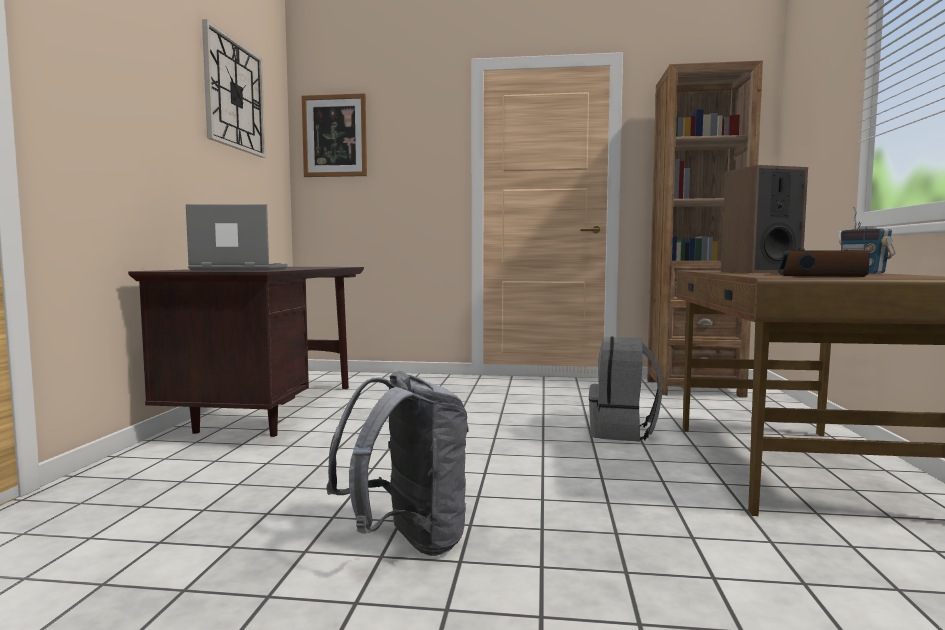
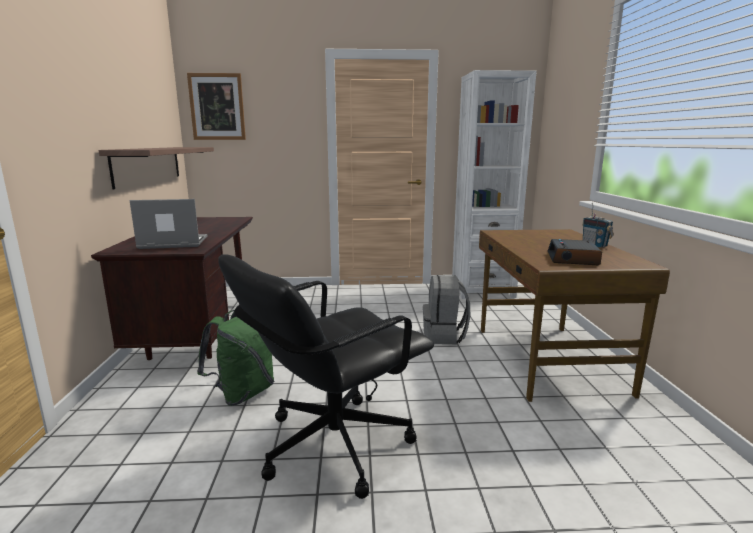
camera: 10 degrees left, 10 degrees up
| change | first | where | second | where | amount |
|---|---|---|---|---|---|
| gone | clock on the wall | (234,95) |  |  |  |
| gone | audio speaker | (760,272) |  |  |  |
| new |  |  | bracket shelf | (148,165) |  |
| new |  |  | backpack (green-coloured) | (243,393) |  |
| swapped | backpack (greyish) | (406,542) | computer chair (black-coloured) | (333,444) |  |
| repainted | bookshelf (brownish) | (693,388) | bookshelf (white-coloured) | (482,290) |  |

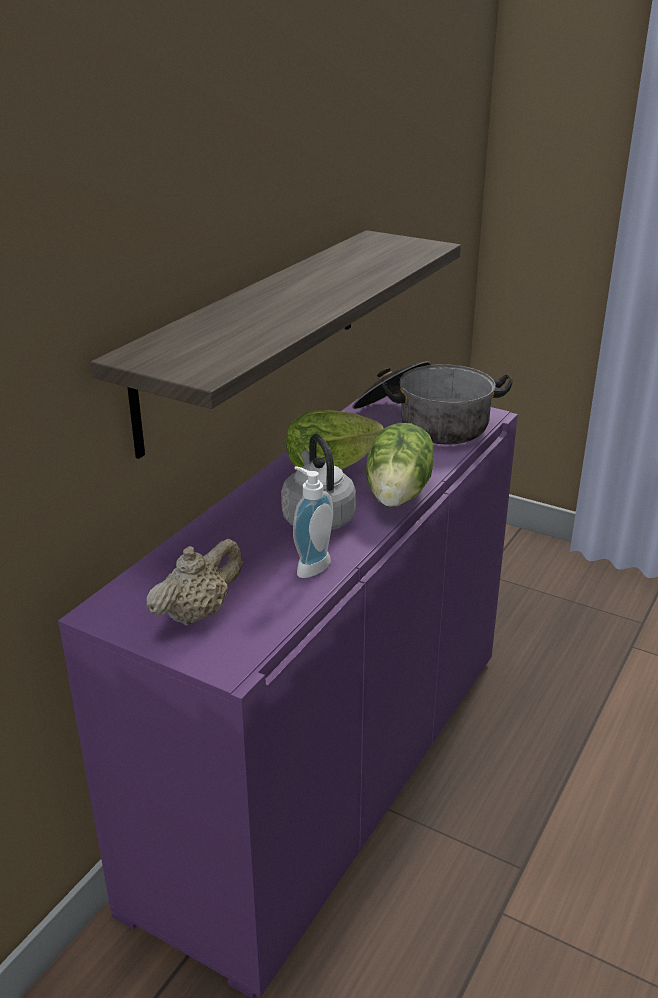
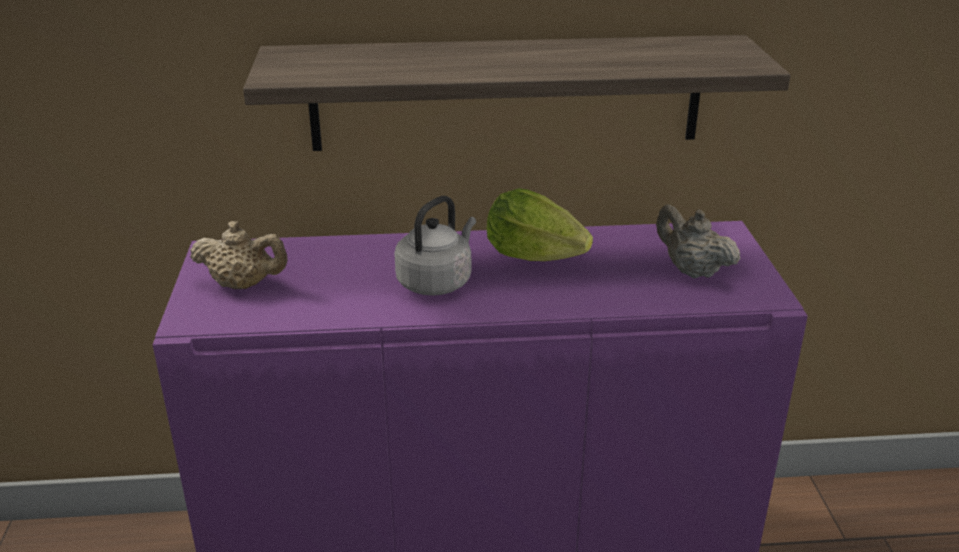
camera: 55 degrees right, 0 degrees up
| change | first | where | second | where | amount |
|---|---|---|---|---|---|
| gone | soap bottle | (309,566) |  |  |  |
| gone | lettuce | (399,494) |  |  |  |
| swapped | stockpot | (424,423) | pot for tea (sand-coloured) | (691,271) |  |

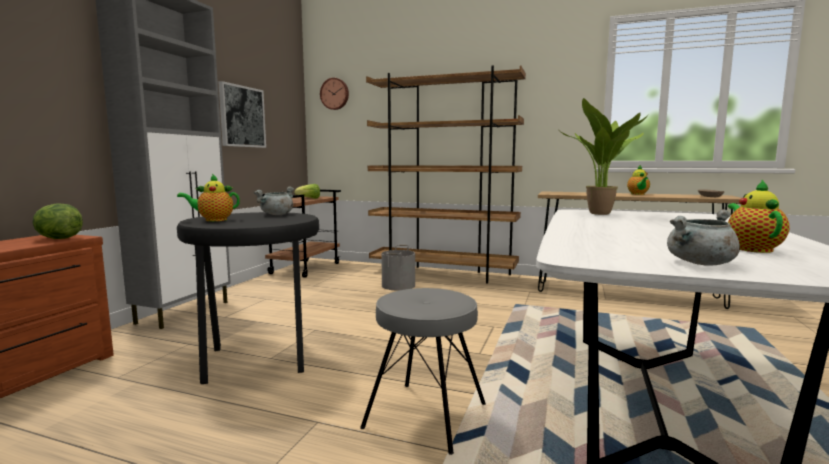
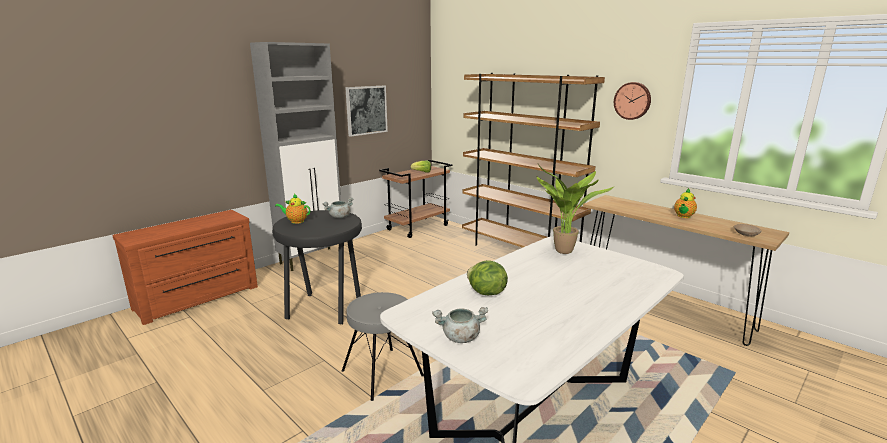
camera: 25 degrees right, 10 degrees up
| change | first | where | second | where | amount |
|---|---|---|---|---|---|
| gone | pail (greyish) | (399,285) |  |  |  |
| gone | pot for tea | (752,249) |  |  |  |
| shifted | lettuce | (58,239) |  | (486,293) |  |
| shifted | clock on the wall | (335,94) |  | (632,100) |  |

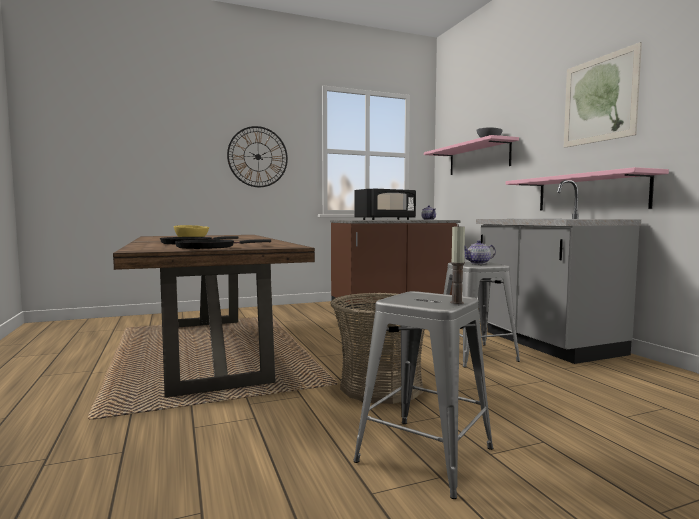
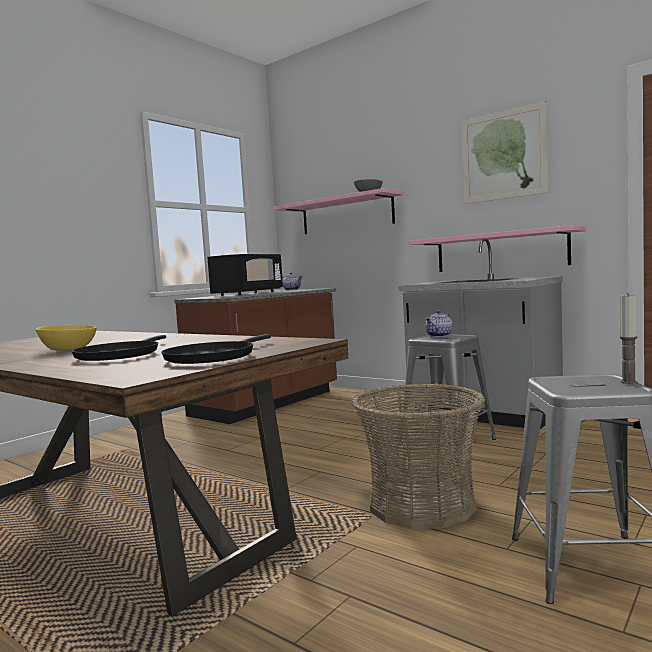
camera: 30 degrees left, 0 degrees up
| change | first | where | second | where | amount |
|---|---|---|---|---|---|
| gone | clock on the wall | (258,157) |  |  |  |

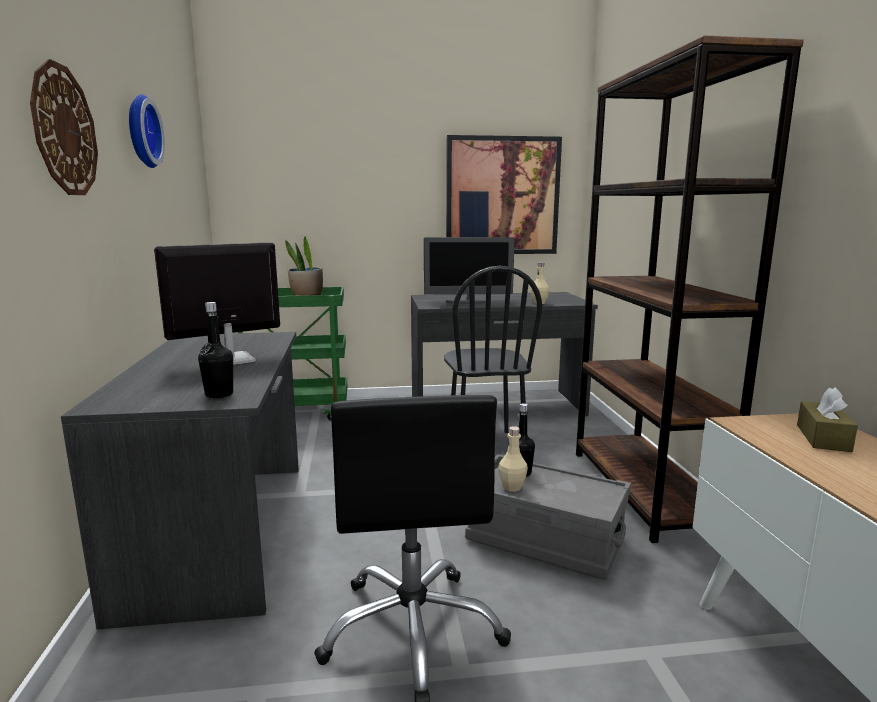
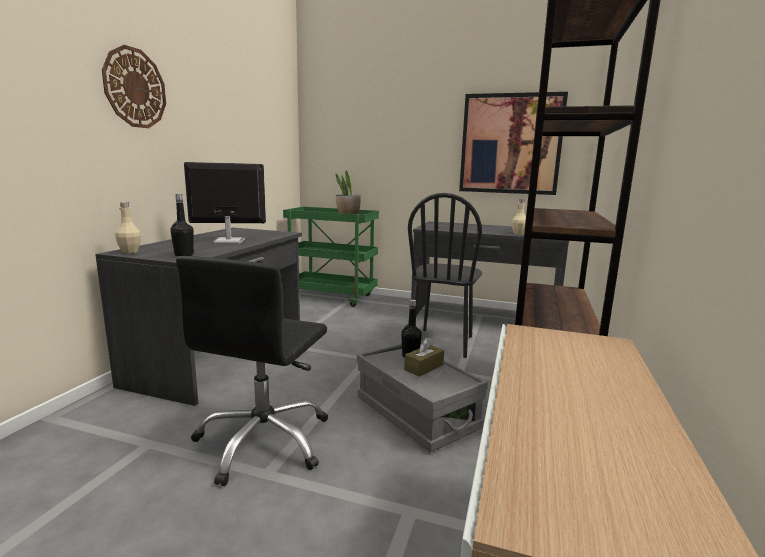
camera: 25 degrees right, 0 degrees up
| change | first | where | second | where | amount |
|---|---|---|---|---|---|
| gone | clock on the wall | (140,131) |  |  |  |
| gone | computer screen | (468,301) |  |  |  |
| shifted | bottle (sand-coloured) | (512,487) |  | (130,252) |  |
| shifted | box of tissues (brownish) | (823,438) |  | (424,367) |  |

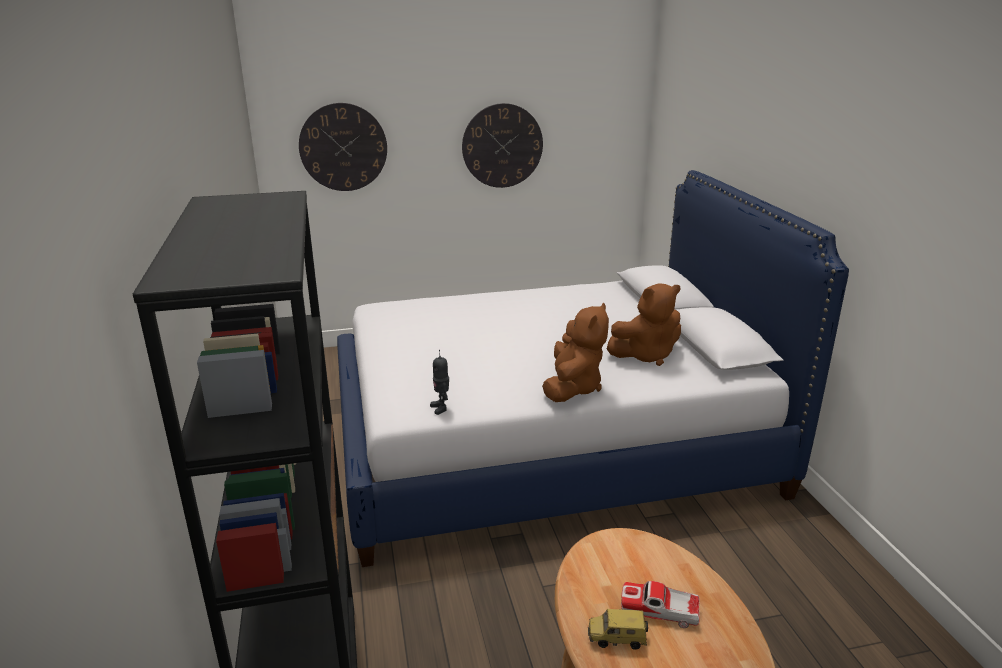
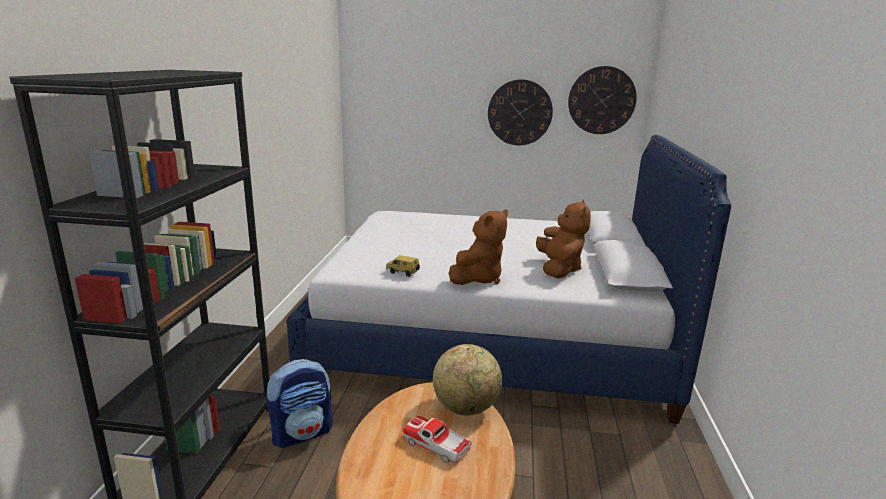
camera: 20 degrees right, 5 degrees down
| change | first | where | second | where | amount |
|---|---|---|---|---|---|
| gone | robot figure | (441,408) |  |  |  |
| new |  |  | backpack | (302,433) |  |
| new |  |  | world globe | (466,408) |  |
| shifted | clock on the wall | (343,147) |  | (601,100) |  |
| shifted | toy car | (617,640) |  | (402,273) |  |
| rotated | plush toy (brownish) | (646,355) |  | (559,269) | 90 degrees counterclockwise |

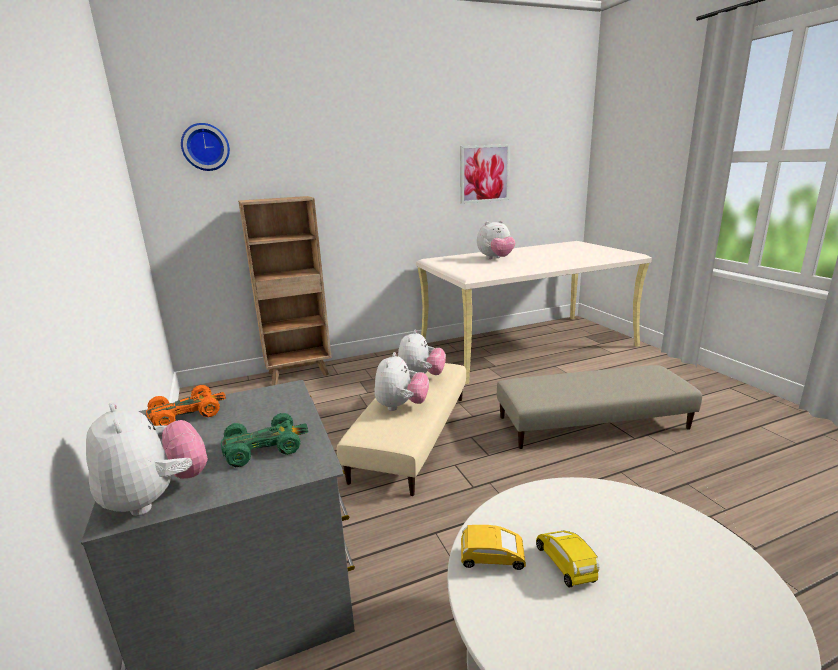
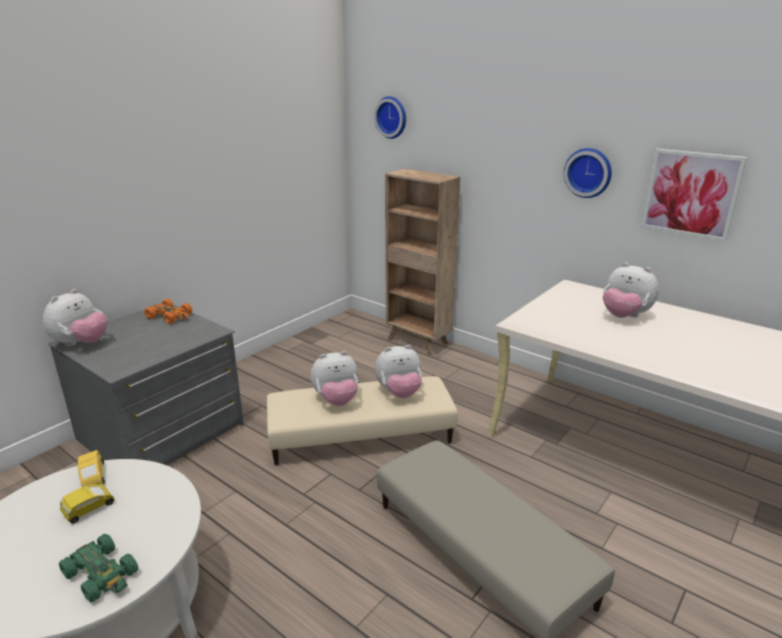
camera: 60 degrees right, 5 degrees up
| change | first | where | second | where | amount |
|---|---|---|---|---|---|
| new |  |  | clock on the wall | (588,172) |  |
| shifted | toy car (green-coloured) | (264,447) |  | (102,574) |  |

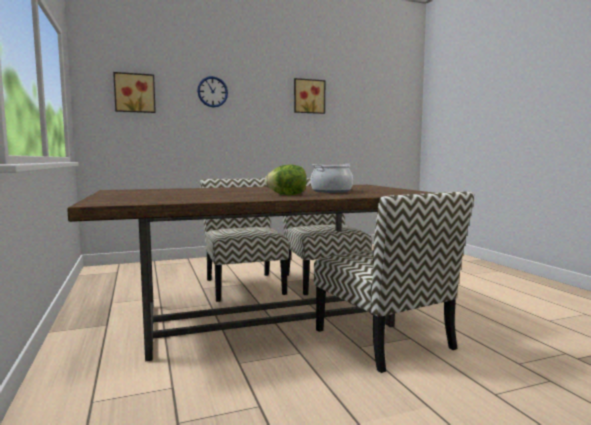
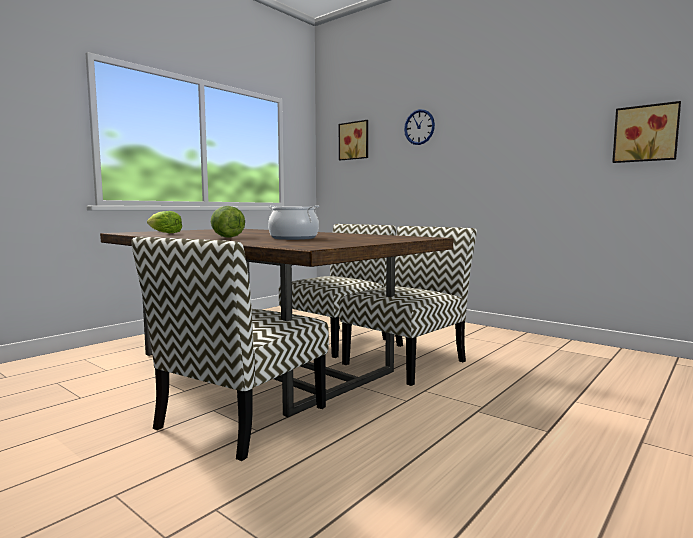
camera: 60 degrees right, 0 degrees up
| change | first | where | second | where | amount |
|---|---|---|---|---|---|
| new |  |  | lettuce | (165,233) |  |
| shifted | wall art | (308,96) |  | (645,133) |  |

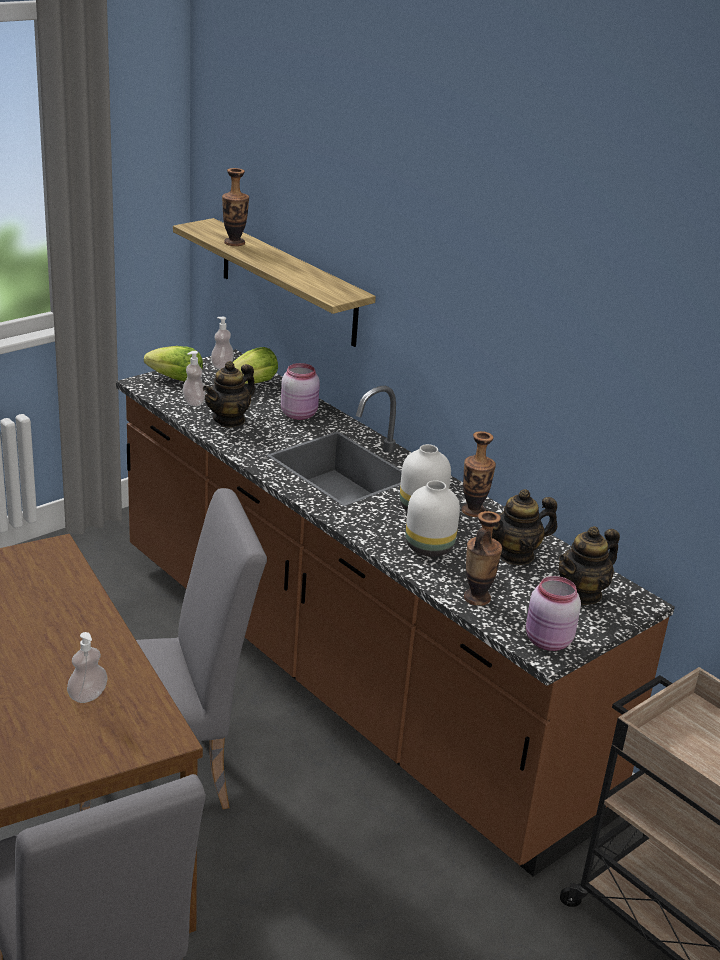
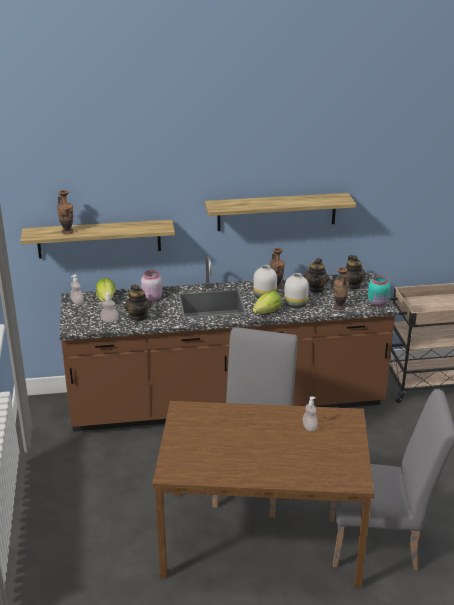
camera: 55 degrees left, 0 degrees up
| change | first | where | second | where | amount |
|---|---|---|---|---|---|
| new |  |  | bracket shelf | (276,212) |  |
| shifted | lettuce | (176,379) |  | (267,312) |  |
| repainted | jar (pink) | (548,642) | jar (blue-green) | (378,303) |  |

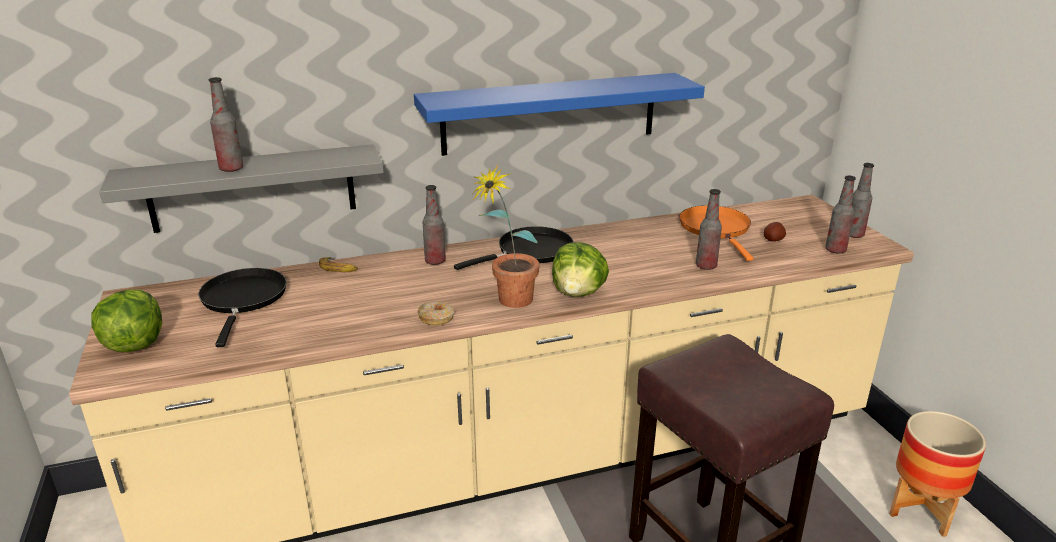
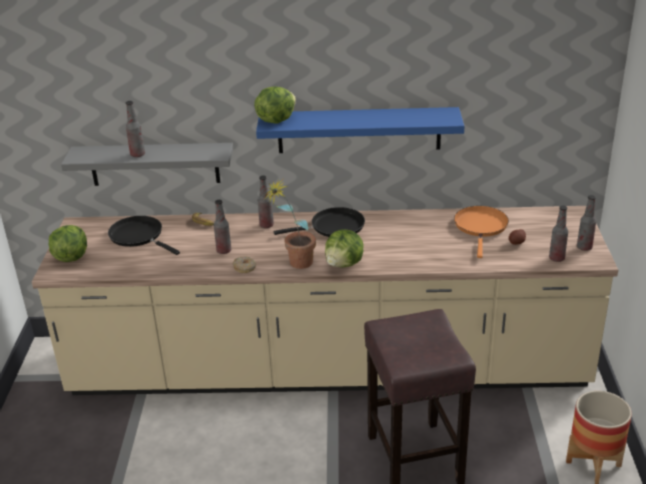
camera: 20 degrees right, 5 degrees up
| change | first | where | second | where | amount |
|---|---|---|---|---|---|
| new |  |  | lettuce | (275,120) |  |
| shifted | bottle | (706,266) |  | (224,251) |  |
| rotated | skillet (black-coloured) | (243,299) |  | (139,236) | 60 degrees counterclockwise |

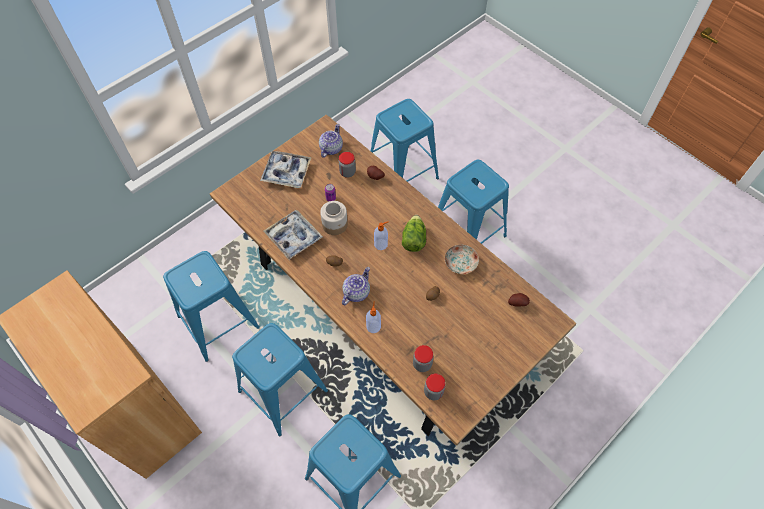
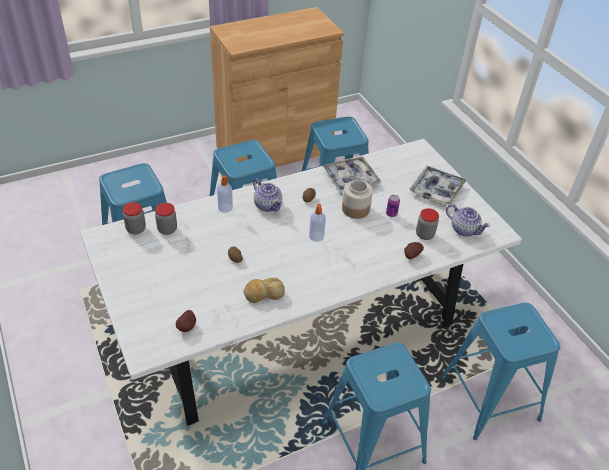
camera: 105 degrees right, 15 degrees down
| change | first | where | second | where | amount |
|---|---|---|---|---|---|
| gone | lettuce | (413,239) |  |  |  |
| swapped | dinner plate | (460,262) | baked bread | (263,294) |  |
| repainted | dinner table (brownish) | (381,308) | dinner table (white-coloured) | (298,320) |  |

